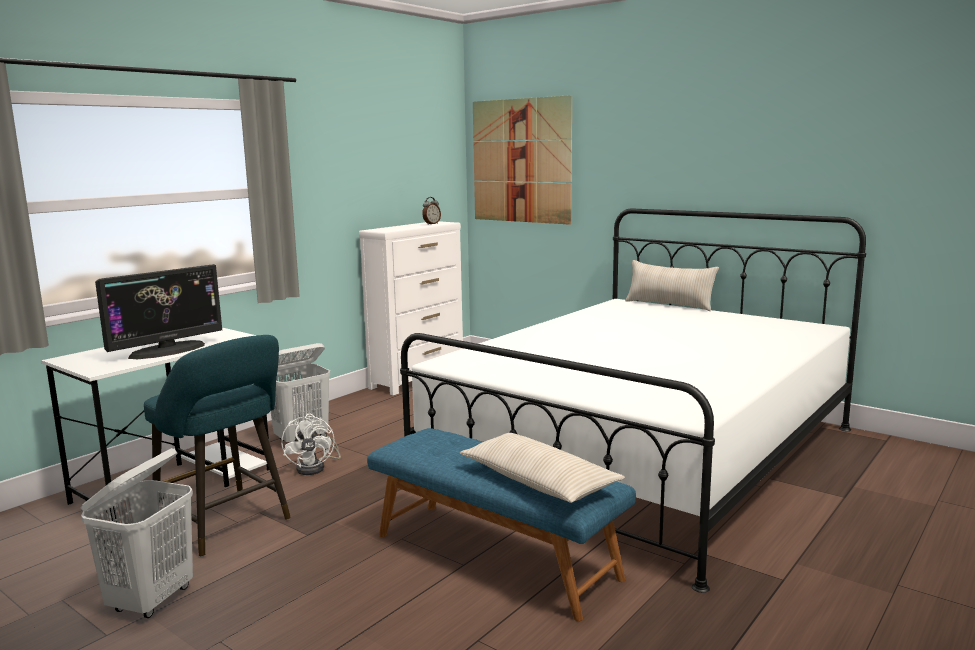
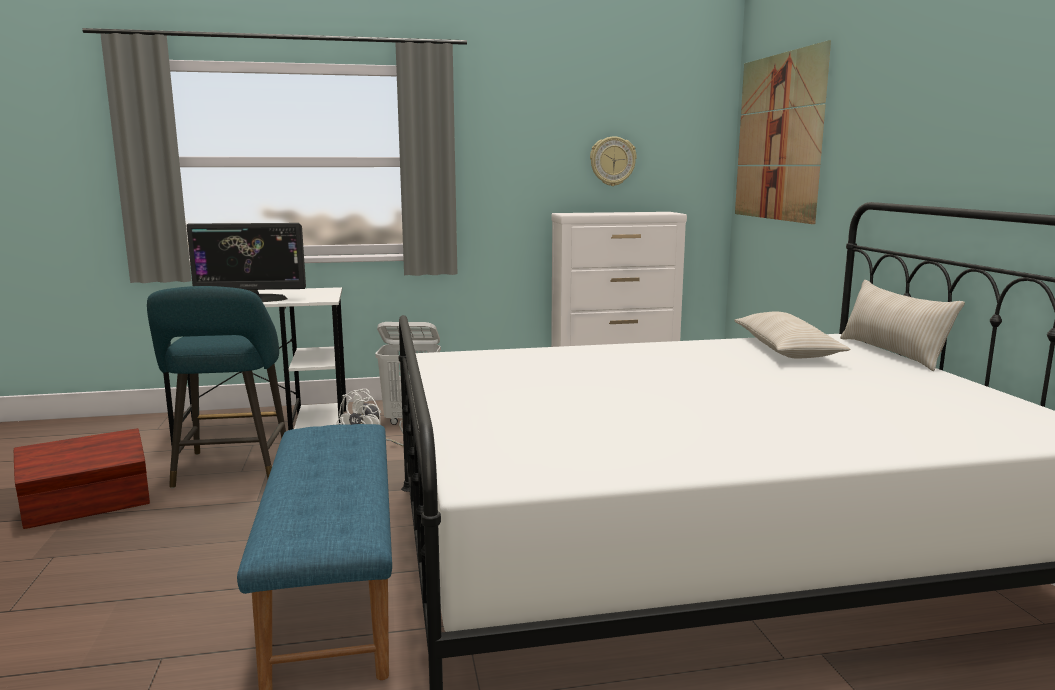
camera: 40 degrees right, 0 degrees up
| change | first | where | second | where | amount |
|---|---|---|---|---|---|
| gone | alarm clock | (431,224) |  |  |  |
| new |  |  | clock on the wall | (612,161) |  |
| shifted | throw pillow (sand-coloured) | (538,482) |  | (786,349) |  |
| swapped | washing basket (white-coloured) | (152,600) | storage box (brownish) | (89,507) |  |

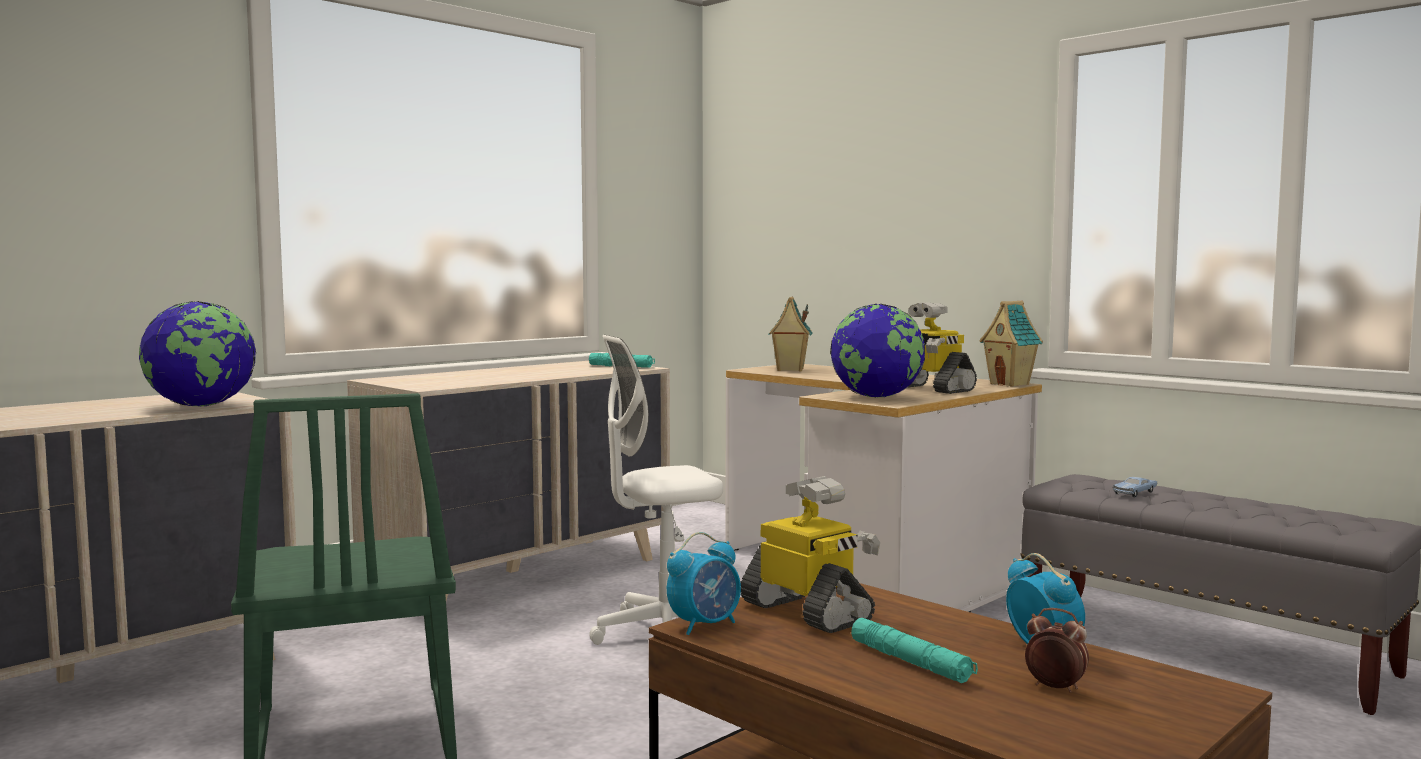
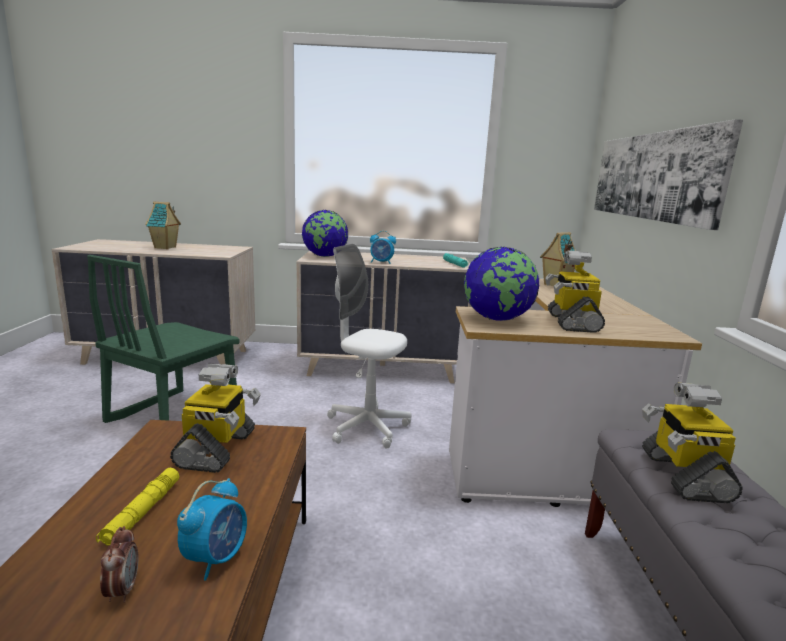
camera: 45 degrees right, 10 degrees up
| change | first | where | second | where | amount |
|---|---|---|---|---|---|
| new |  |  | wall art | (652,176) |  |
| shifted | world globe | (201,406) |  | (325,256) |  |
| shifted | alarm clock | (705,625) |  | (381,262) |  |
| shifted | toy house | (1010,384) |  | (165,248) |  |
| swapped | toy car (bluish) | (1134,493) | robot figure | (682,475) |  |
| repainted | flashlight (blue-green) | (911,662) | flashlight (yellowish) | (142,512) |  |

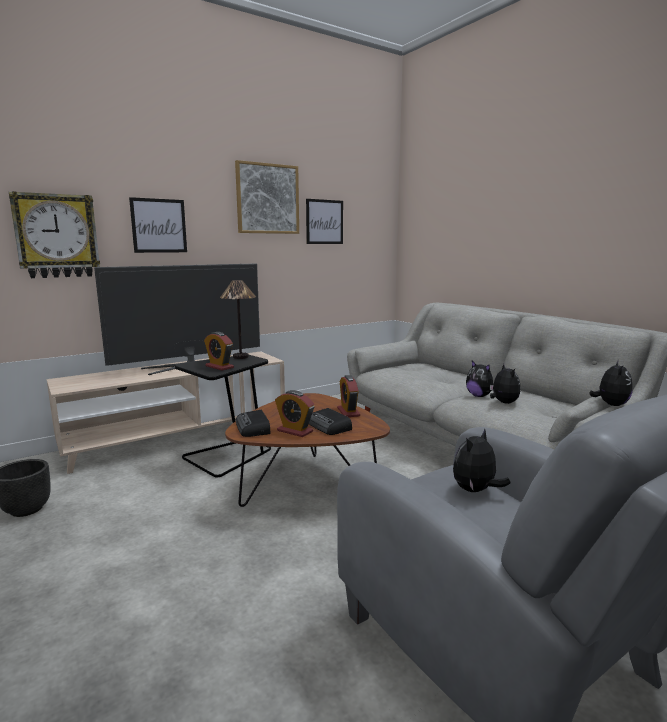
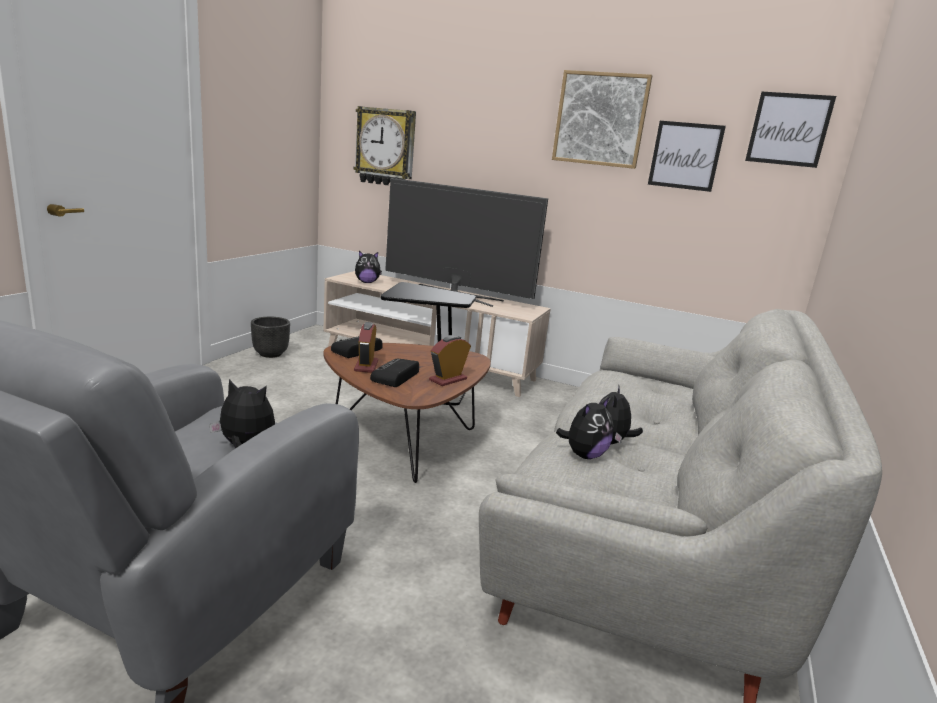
camera: 55 degrees right, 5 degrees up
| change | first | where | second | where | amount |
|---|---|---|---|---|---|
| gone | alarm clock | (219,367) |  |  |  |
| gone | tabletop lamp | (241,357) |  |  |  |
| shifted | wall art | (159,226) |  | (788,129) |  |
| shifted | plush toy | (610,404) |  | (367,282) |  |

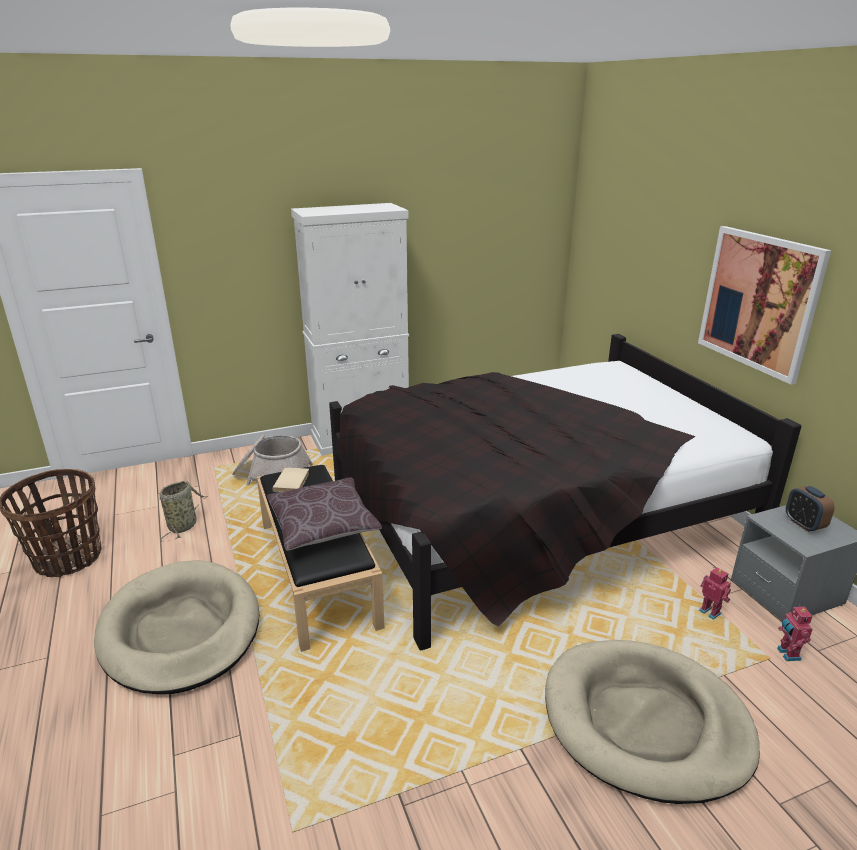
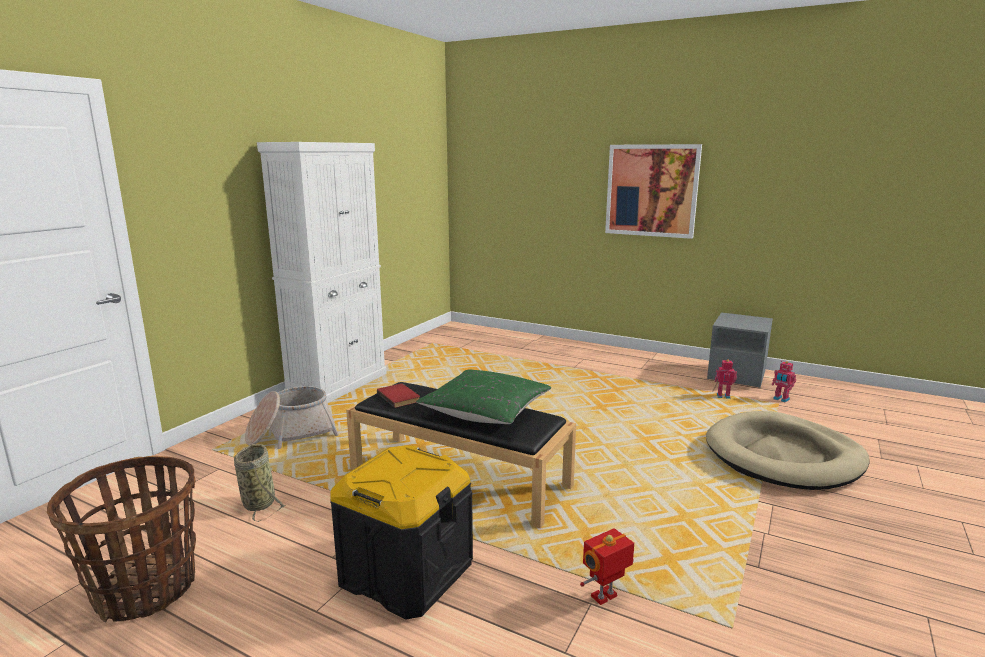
camera: 40 degrees left, 10 degrees down
| change | first | where | second | where | amount |
|---|---|---|---|---|---|
| gone | sleeping bed (black-coloured) | (533,516) |  |  |  |
| gone | alarm clock | (804,524) |  |  |  |
| new |  |  | robot figure | (605,597) |  |
| swapped | dog cushion (sand-coloured) | (181,630) | storage box (black-coloured) | (406,572) |  |
| repainted | throw pillow (brownish) | (323,525) | throw pillow (green-coloured) | (485,411) |  |
| repainted | volume (sand-coloured) | (293,481) | volume (reddish) | (400,397) |  |

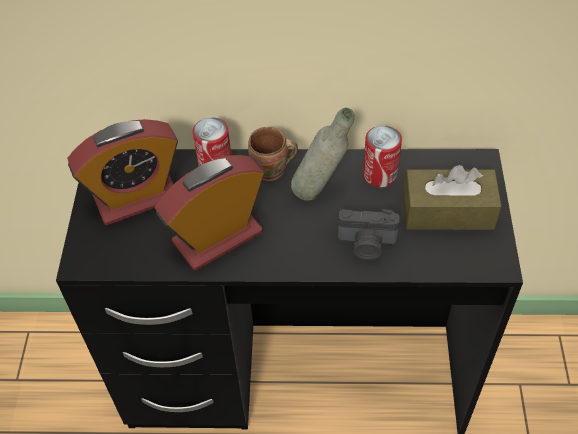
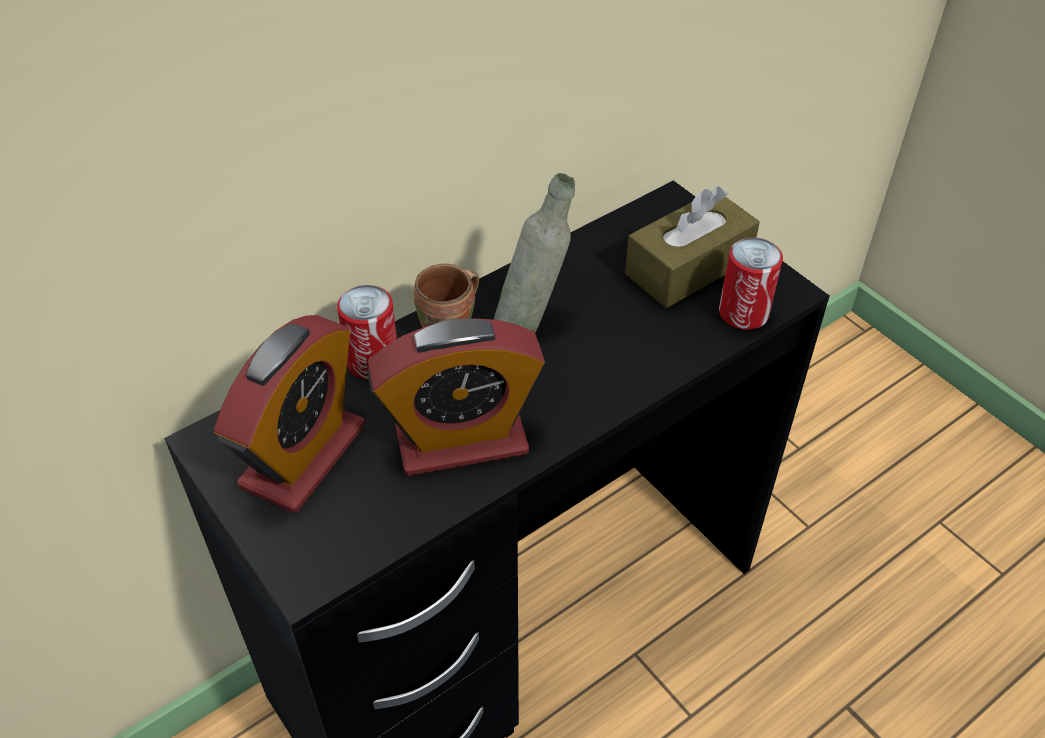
camera: 40 degrees left, 5 degrees down
| change | first | where | second | where | amount |
|---|---|---|---|---|---|
| gone | still camera | (366,245) |  |  |  |
| shifted | metal can | (380,174) |  | (743,313) |  |
| rotated | alarm clock | (217,237) |  | (461,440) | 120 degrees counterclockwise |

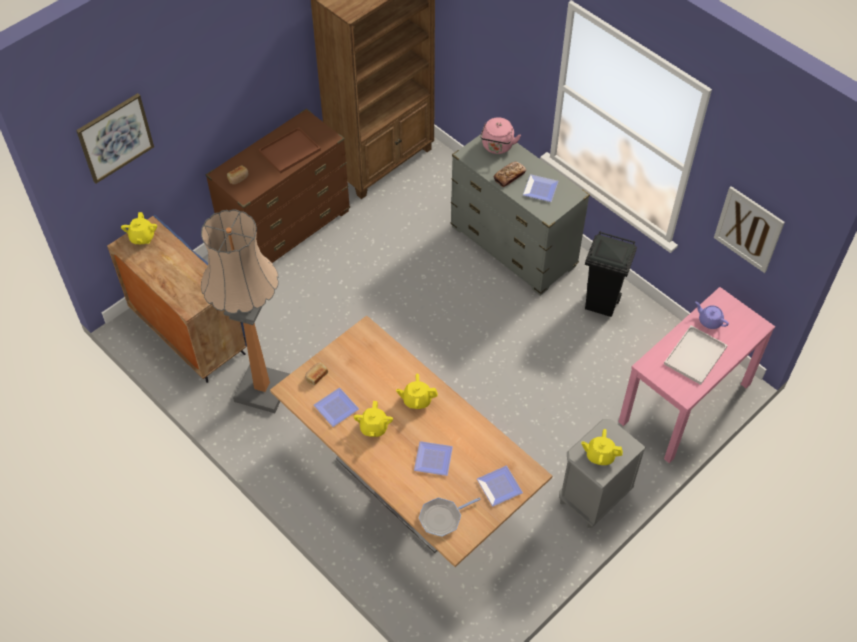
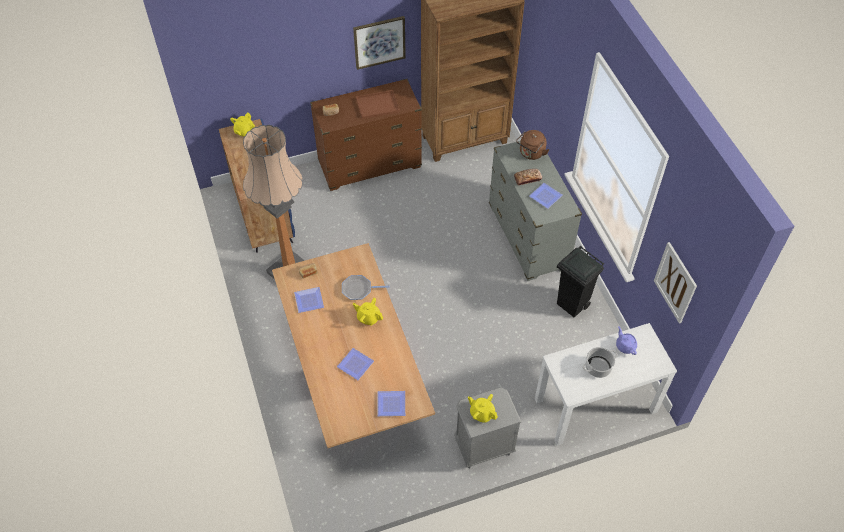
camera: 25 degrees right, 0 degrees up
| change | first | where | second | where | amount |
|---|---|---|---|---|---|
| gone | pot for tea (yellowish) | (373,428) |  |  |  |
| shifted | wall art | (115,137) |  | (379,42) |  |
| shifted | skillet | (442,518) |  | (358,289) |  |
| swapped | carrying tray (white-coloured) | (695,354) | stockpot | (598,367) |  |
| repainted | kettle (pink) | (497,147) | kettle (brownish) | (531,153) |  |
| repainted | hall table (pink) | (685,403) | hall table (white-coloured) | (595,405) |  |

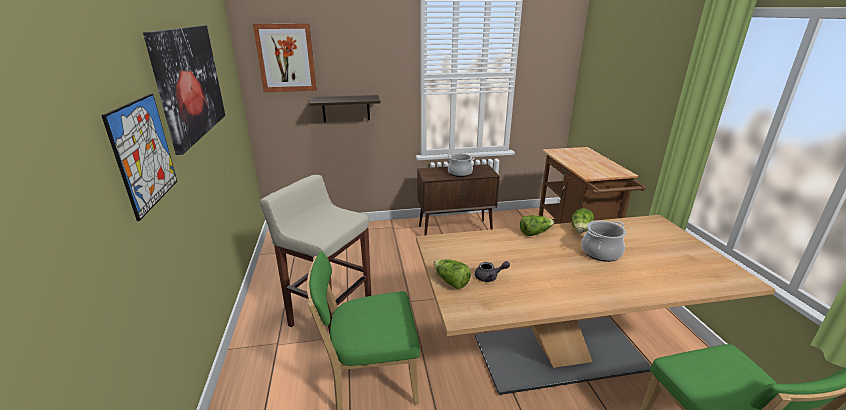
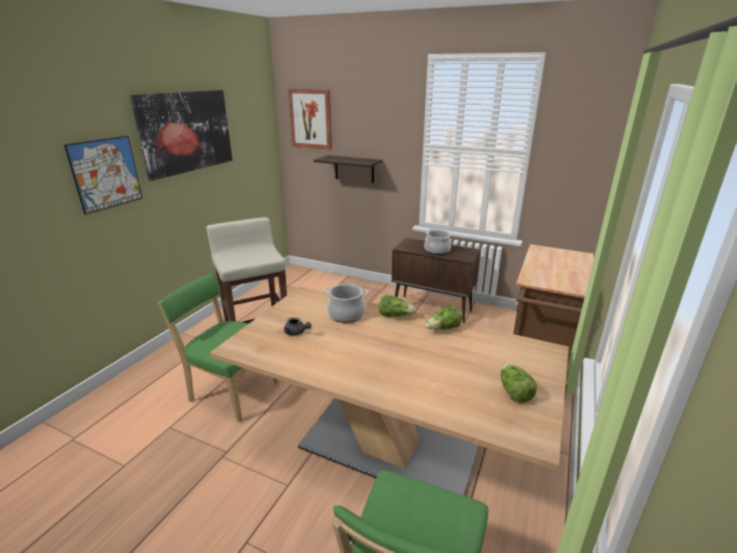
camera: 35 degrees right, 0 degrees up
| change | first | where | second | where | amount |
|---|---|---|---|---|---|
| shifted | lettuce | (451,281) |  | (514,392) |  |
| shifted | stockpot | (601,252) |  | (346,314) |  |

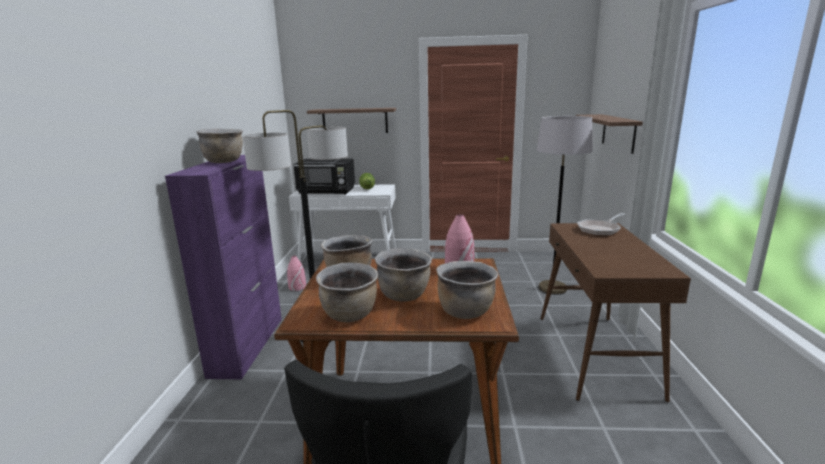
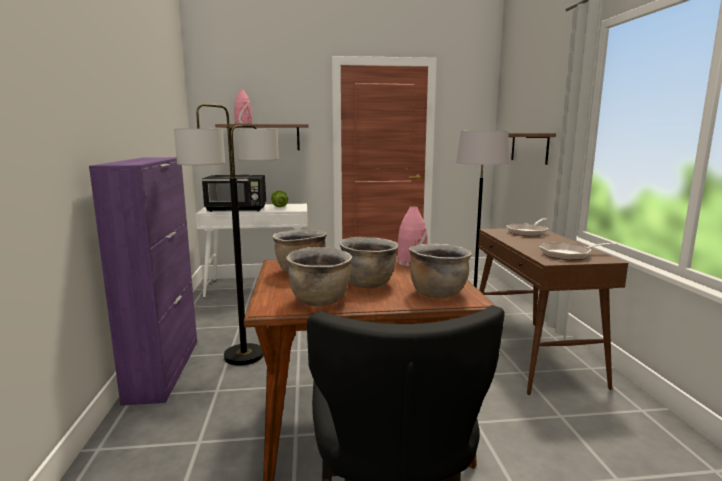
camera: 10 degrees left, 5 degrees down
| change | first | where | second | where | amount |
|---|---|---|---|---|---|
| gone | stockpot (brownish) | (224,161) |  |  |  |
| new |  |  | skillet | (569,255) |  |
| shifted | vase (pink) | (297,287) |  | (243,124) |  |

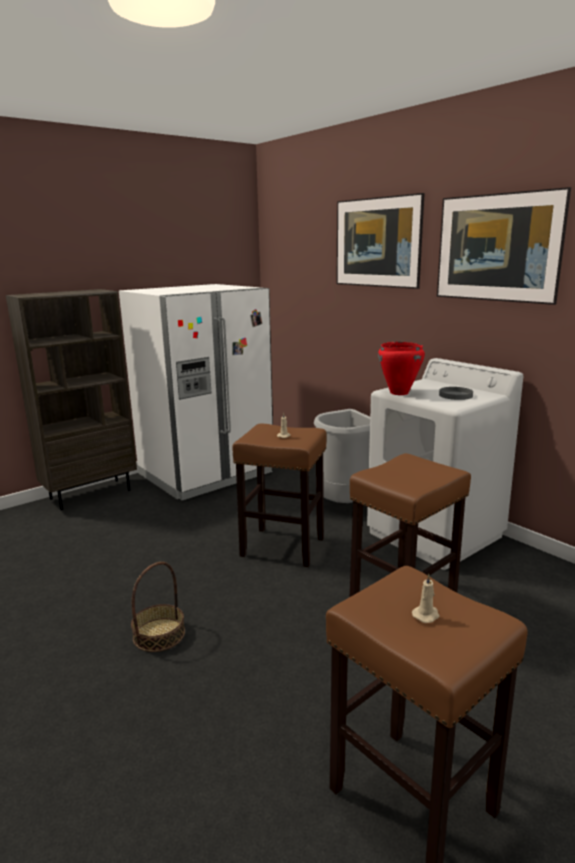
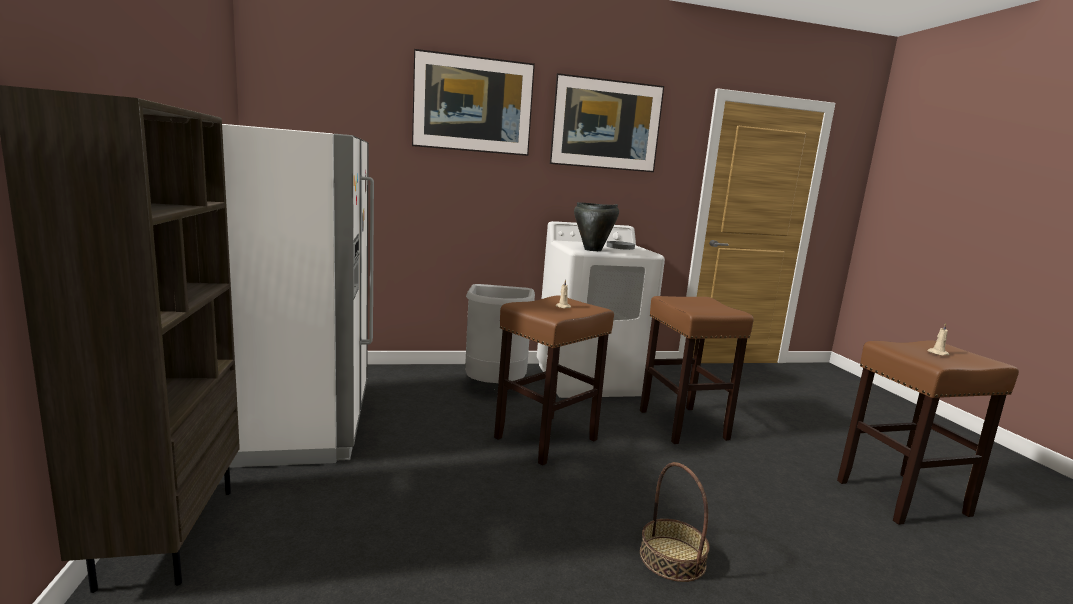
camera: 65 degrees left, 5 degrees down
| change | first | where | second | where | amount |
|---|---|---|---|---|---|
| repainted | stockpot (reddish) | (399,393) | stockpot (black-coloured) | (593,250) |  |

